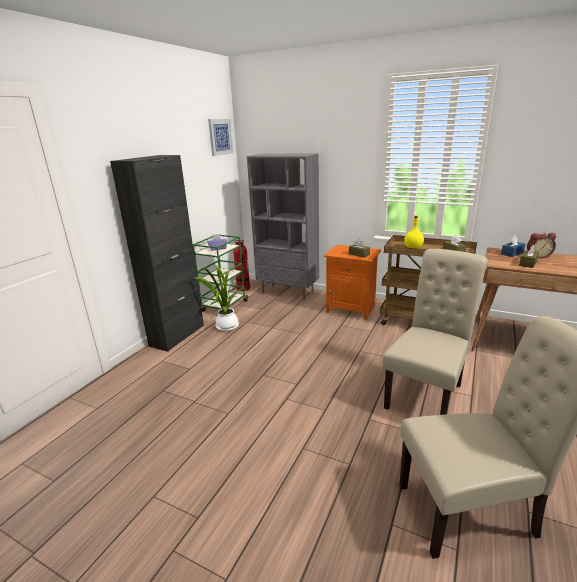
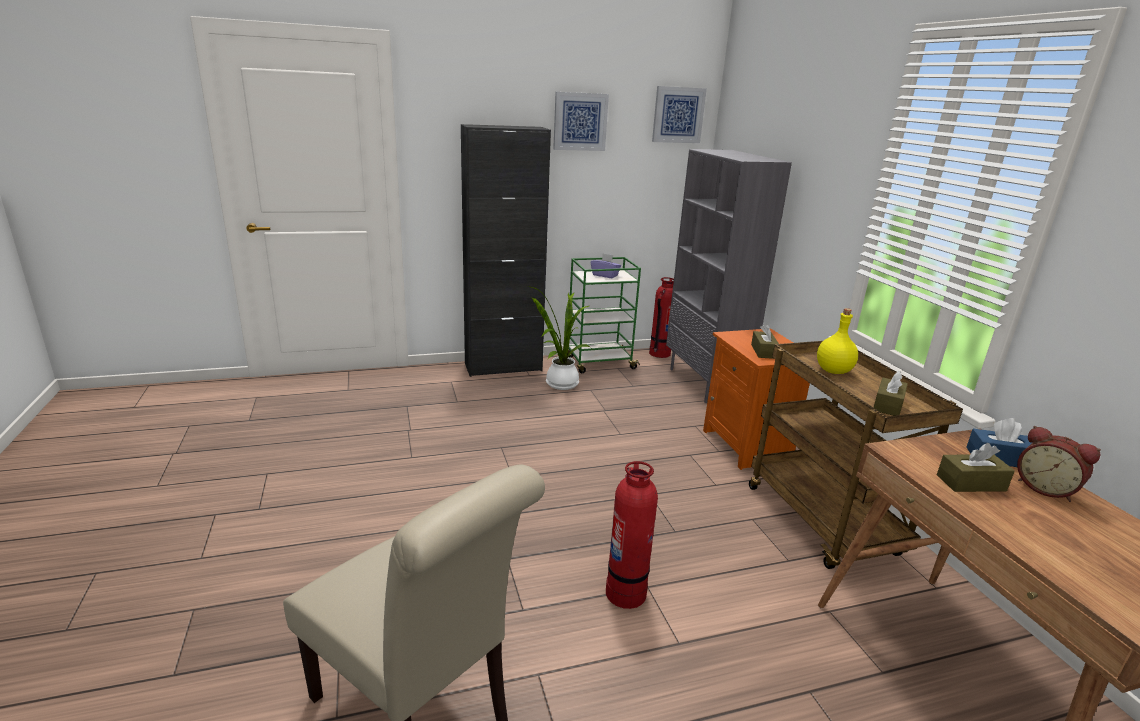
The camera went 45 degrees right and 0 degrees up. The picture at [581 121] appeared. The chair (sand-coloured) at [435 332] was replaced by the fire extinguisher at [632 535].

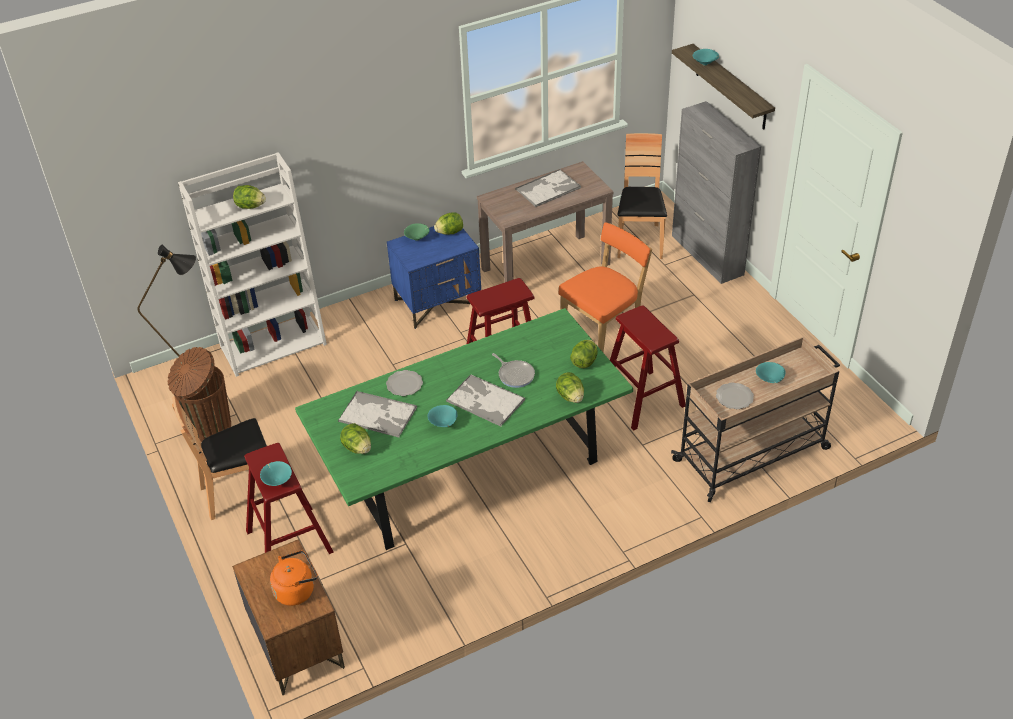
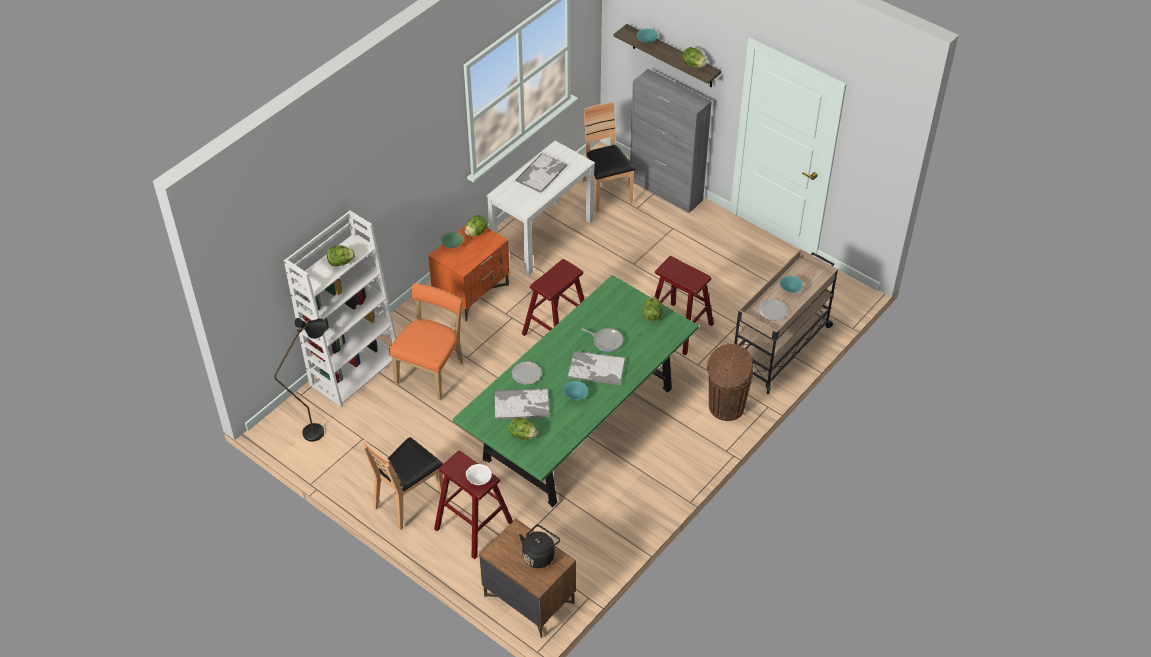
The camera went 25 degrees left and 5 degrees up. The chair (orangey) moved from [605 287] to [426 341]. The bedside table (bluish) at [434 277] became the bedside table (orangey) at [469 273]. The serving bowl (turquoise) at [276 473] became the serving bowl (white) at [479 474]. The narrow table (brownish) at [545 222] became the narrow table (white) at [541 208]. The kettle (orangey) at [294 578] became the kettle (black-coloured) at [539 546]. The lettuce moved from [570 387] to [695 57]. The trash can (brownish) moved from [199 394] to [730 382].

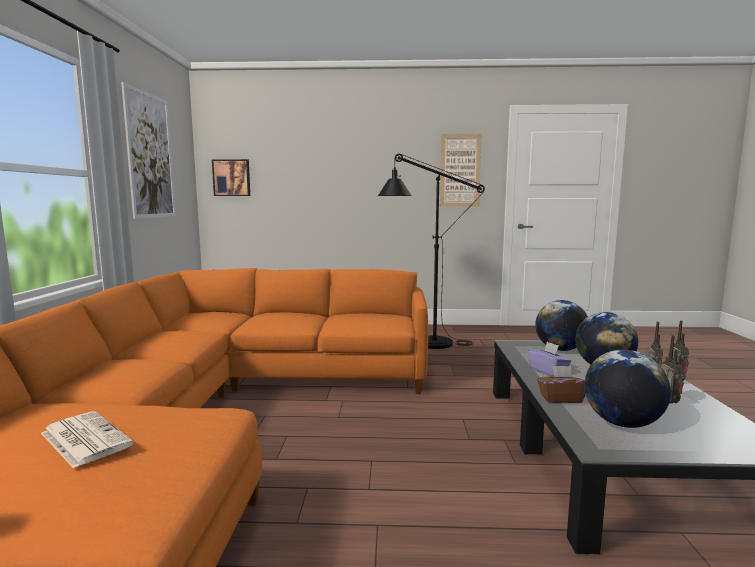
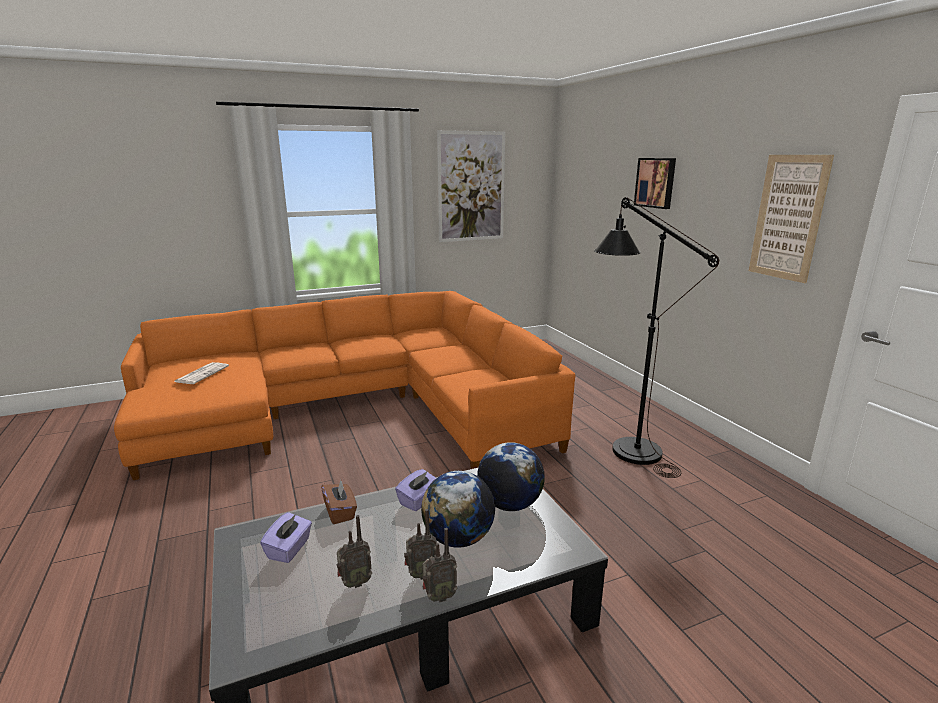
The camera went 65 degrees right and 10 degrees up. The globe at [627 389] was replaced by the tissue box (purplish) at [286 537]. The picture moved from [231 177] to [655 183].

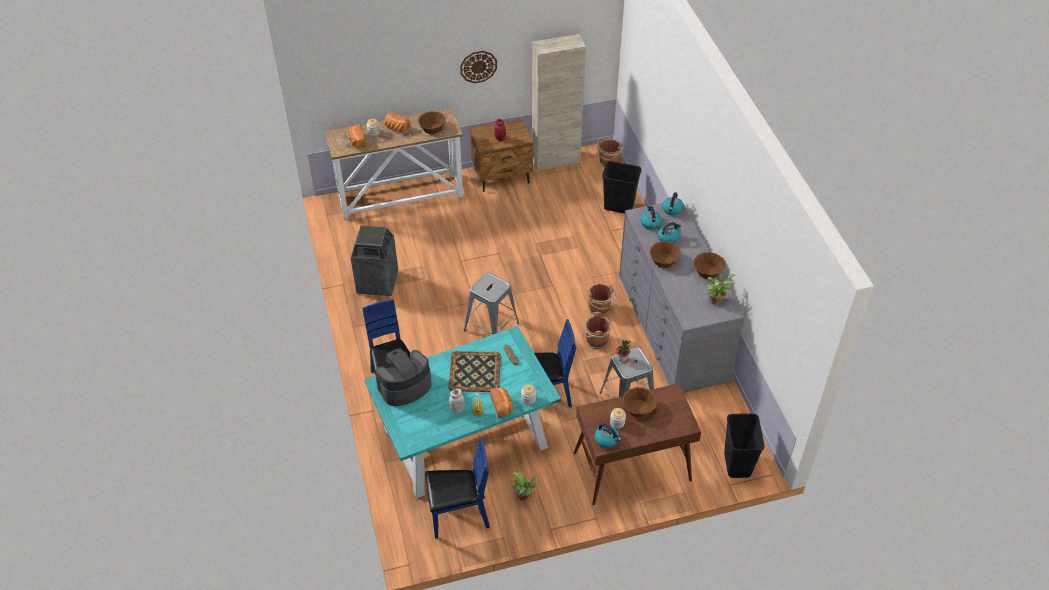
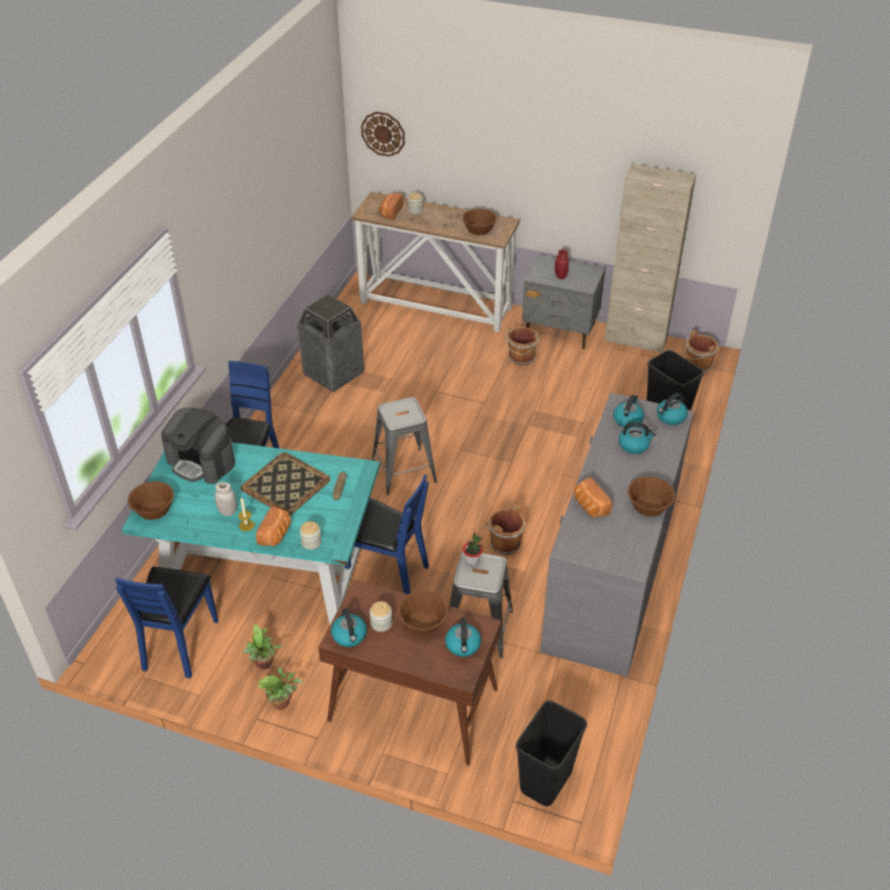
The camera went 35 degrees right and 5 degrees down. The chair (bluish) at [457 488] turned 75 degrees clockwise. The serving bowl (brownish) moved from [665 254] to [150 500]. The coffee brewer at [403 377] turned 150 degrees counterclockwise. The potted plant moved from [721 289] to [280 688]. The wall clock moved from [478 67] to [383 134]. The kettle at [463 637] appeared. The pail (brownish) moved from [601 299] to [522 346]. The bedside table (brownish) at [501 155] became the bedside table (gray) at [564 301]. The bread moved from [397 122] to [592 497].

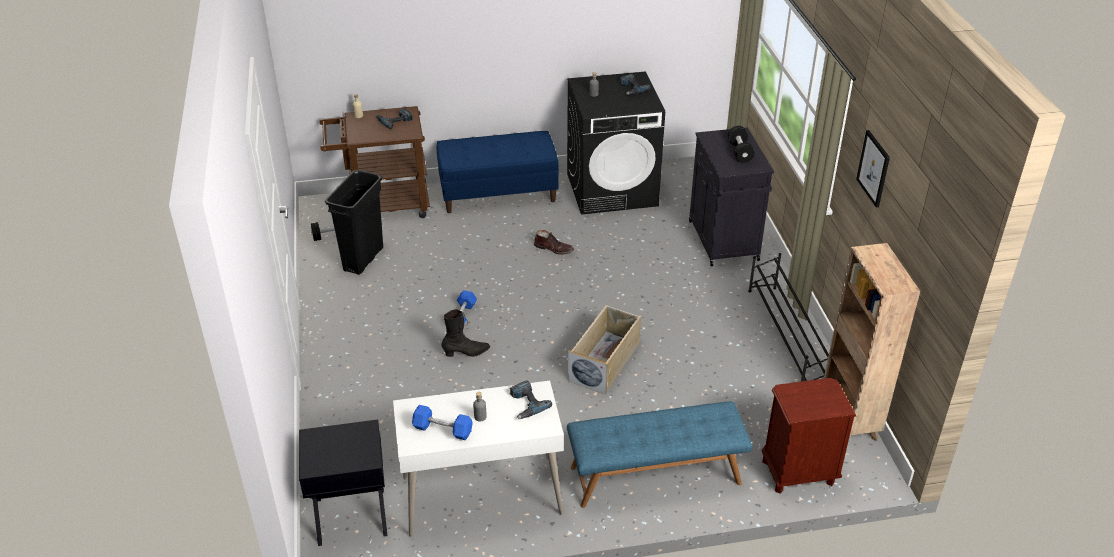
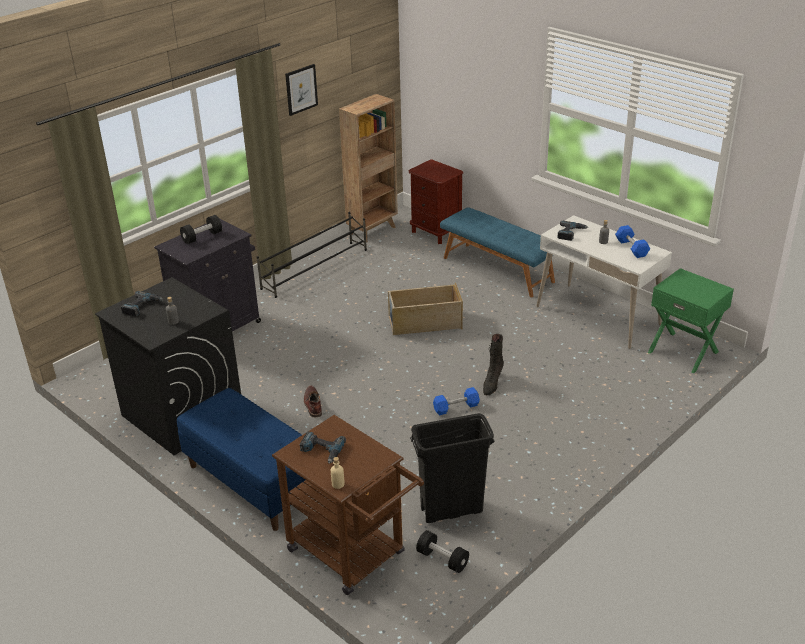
The camera went 125 degrees left and 5 degrees down. The high-top boot (black-coloured) at [465 333] turned 105 degrees counterclockwise. The bedside table (black-coloured) at [343 483] became the bedside table (greenish) at [691 320].

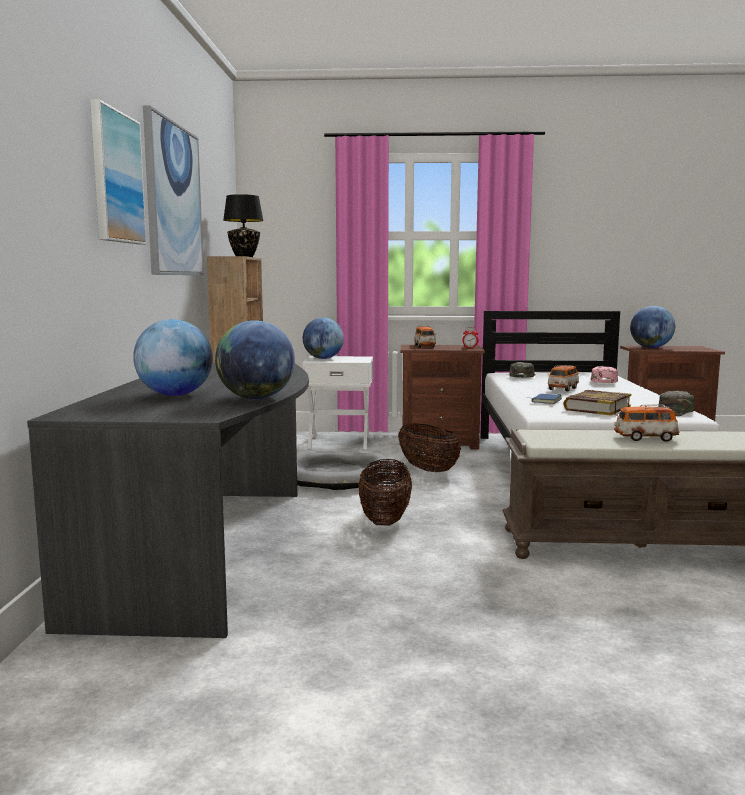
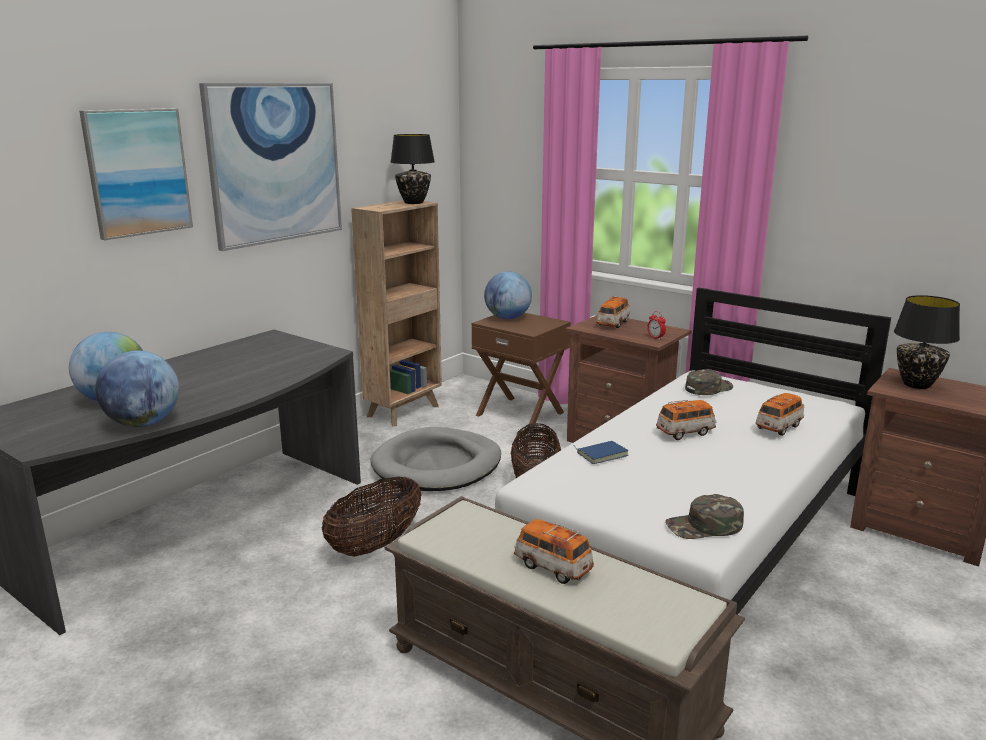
The camera went 35 degrees right and 10 degrees up. The bedside table (white) at [337 402] became the bedside table (brownish) at [521 370]. The peaked cap (pink) at [604 374] was replaced by the model car at [780 414]. The globe at [652 327] was replaced by the tabletop lamp (black-coloured) at [927 342]. The bound book at [597 403] disappeared.

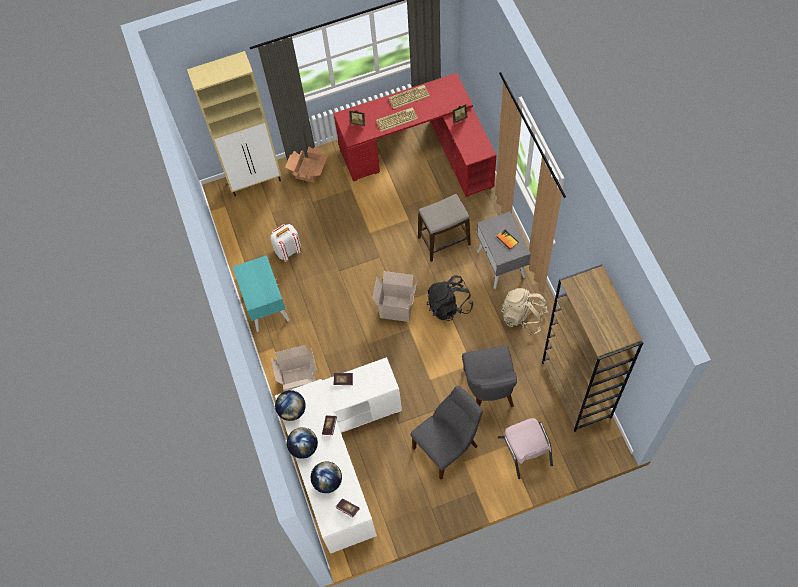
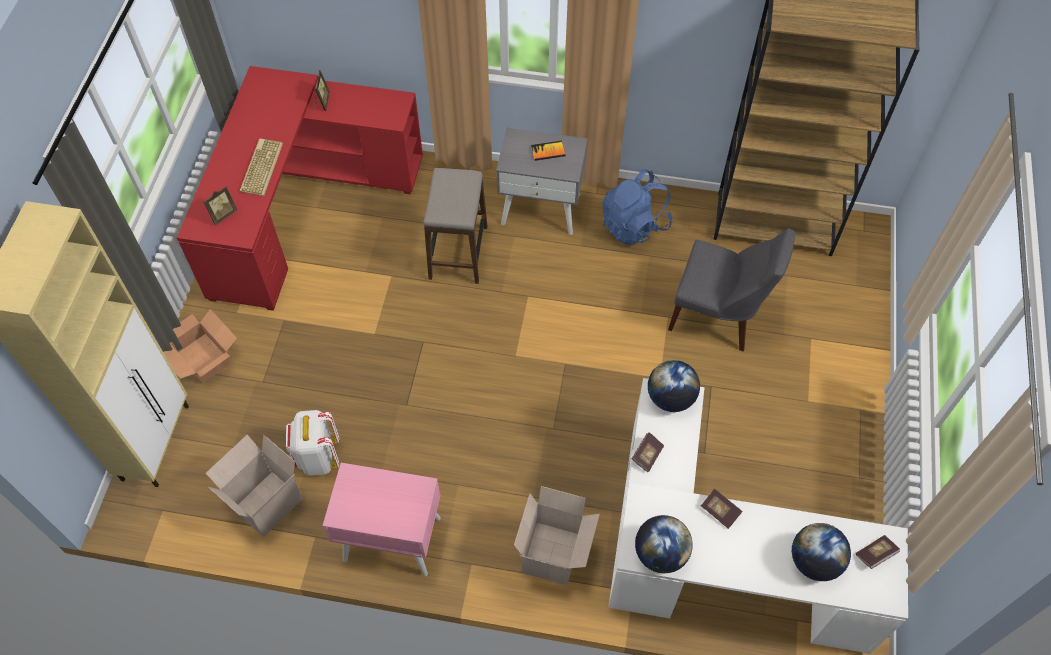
The camera went 65 degrees left and 5 degrees down. The carton moved from [394 296] to [254 486]. The bedside table (turquoise) at [261 293] became the bedside table (pink) at [381 519]. The backpack (sand-coloured) at [524 311] became the backpack (bluish) at [637 207]. The globe moved from [302 443] to [674 386]. The PC keyboard at [409 97] disappeared. The chair (gray) at [447 432] disappeared. The backpack (black-coloured) at [450 298] disappeared. The chair (pink) at [525 448] disappeared.

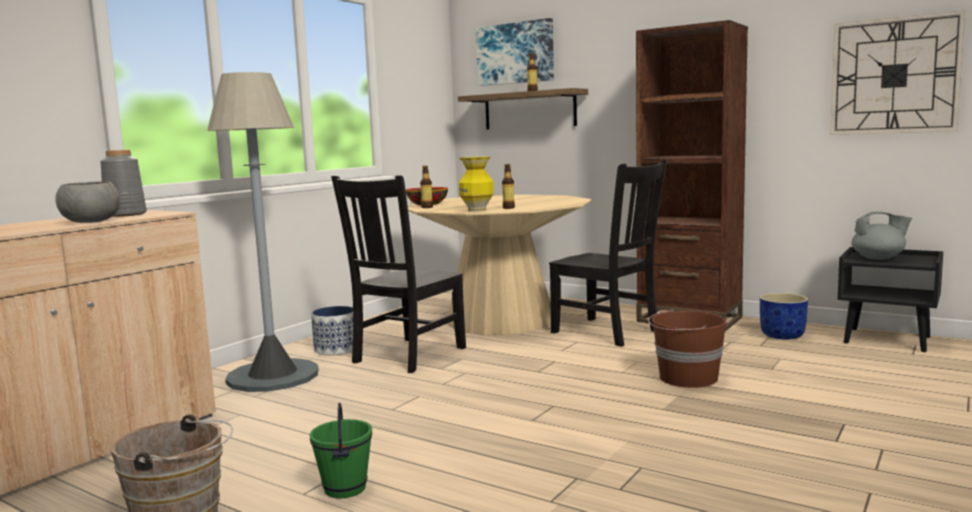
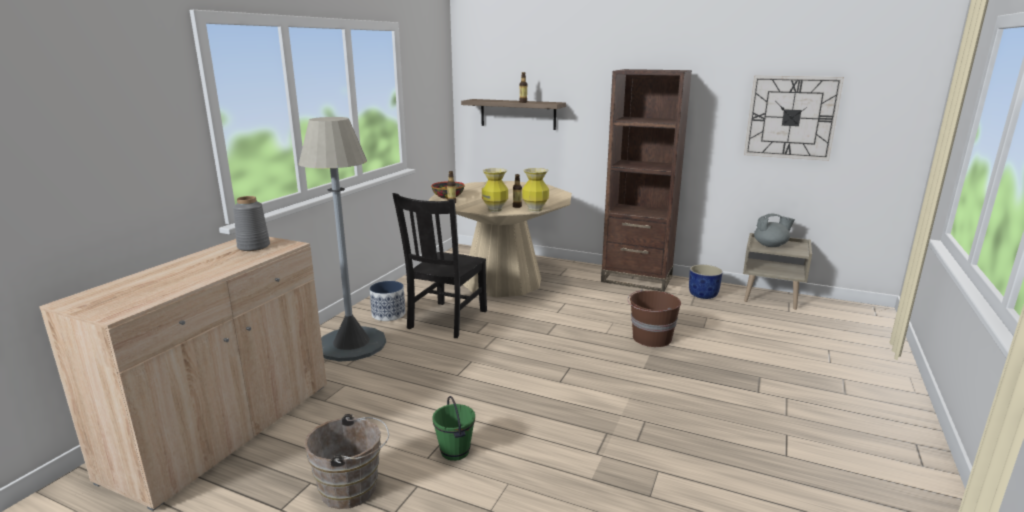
The camera went 10 degrees left and 10 degrees up. The flower vase at [535 190] appeared. The bedside table (black-coloured) at [890 299] became the bedside table (sand-coloured) at [777 271]. The serving bowl (gray) at [87 202] disappeared. The picture at [515 52] disappeared. The chair (black-coloured) at [608 253] disappeared.

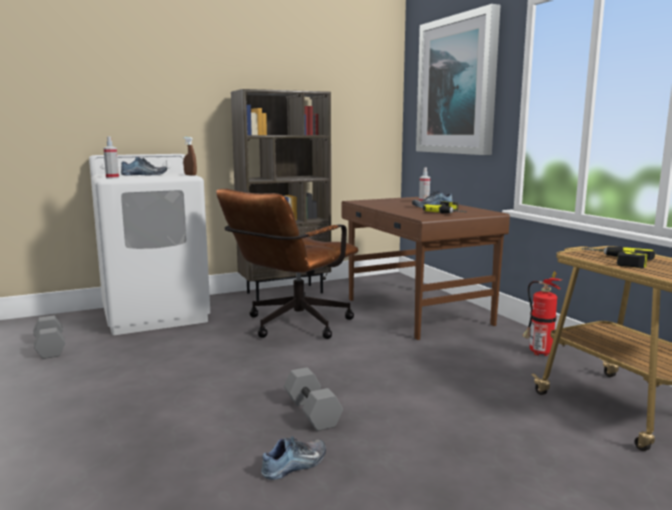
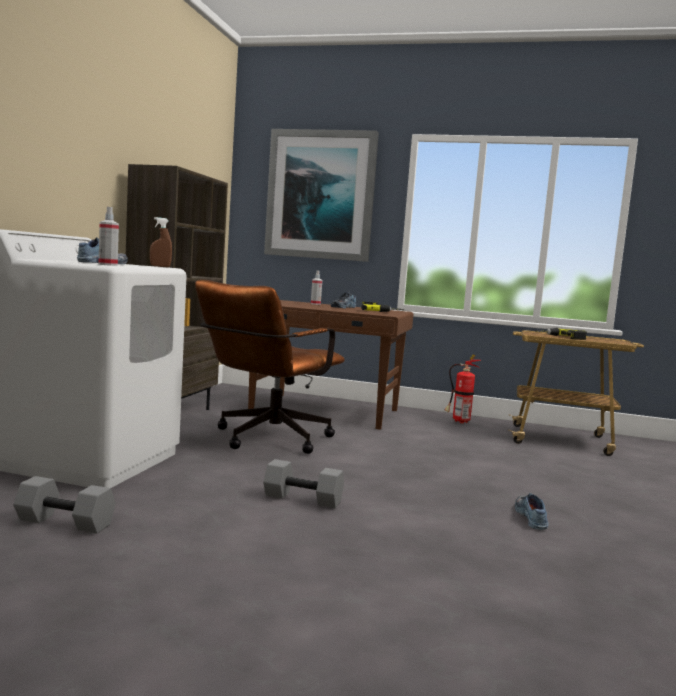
The camera went 50 degrees left and 5 degrees down. The office chair (brownish) at [287 263] turned 45 degrees clockwise. The hand weight (gray) moved from [313 399] to [303 483].

